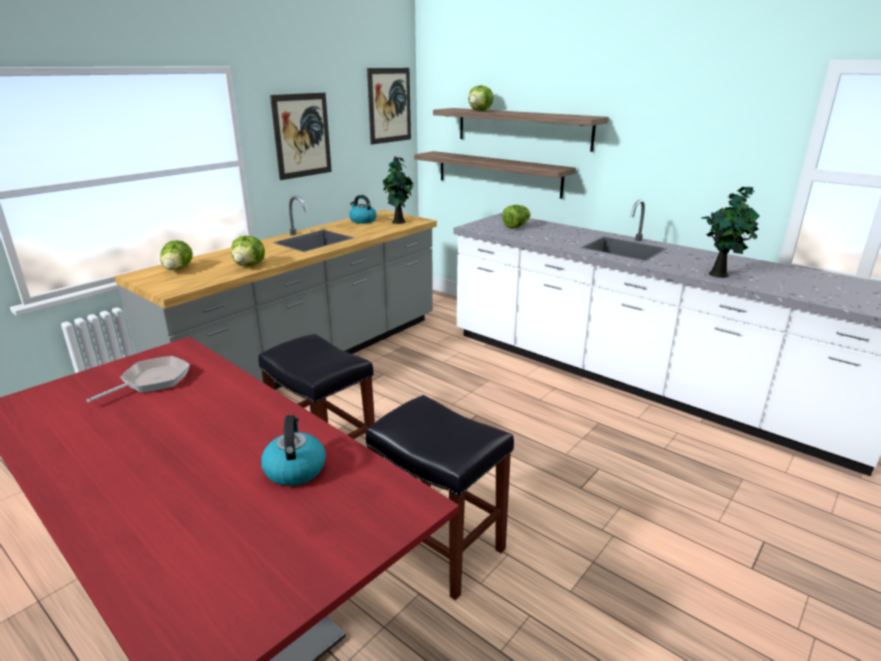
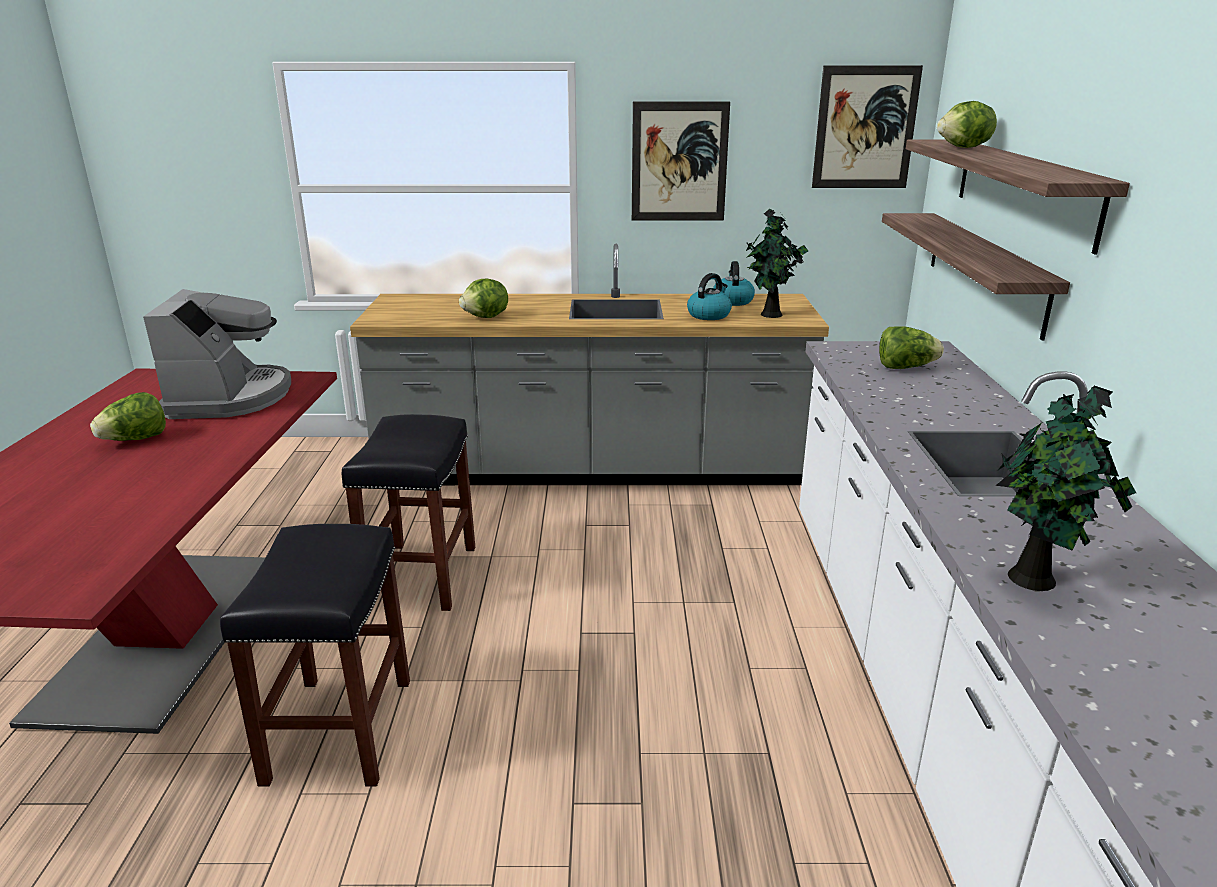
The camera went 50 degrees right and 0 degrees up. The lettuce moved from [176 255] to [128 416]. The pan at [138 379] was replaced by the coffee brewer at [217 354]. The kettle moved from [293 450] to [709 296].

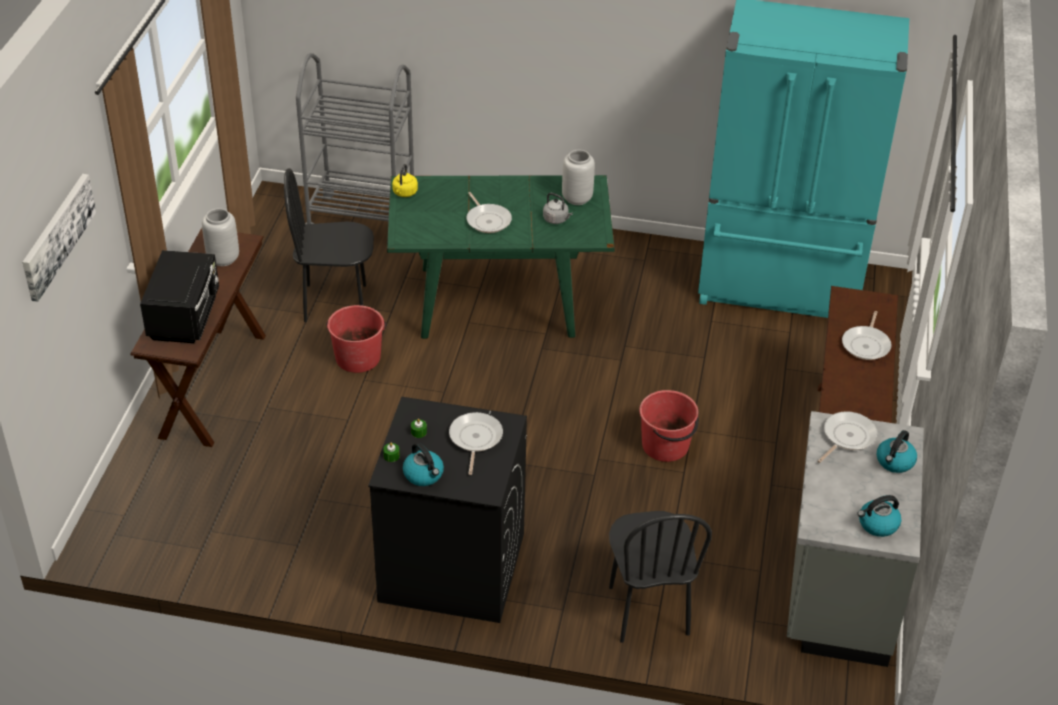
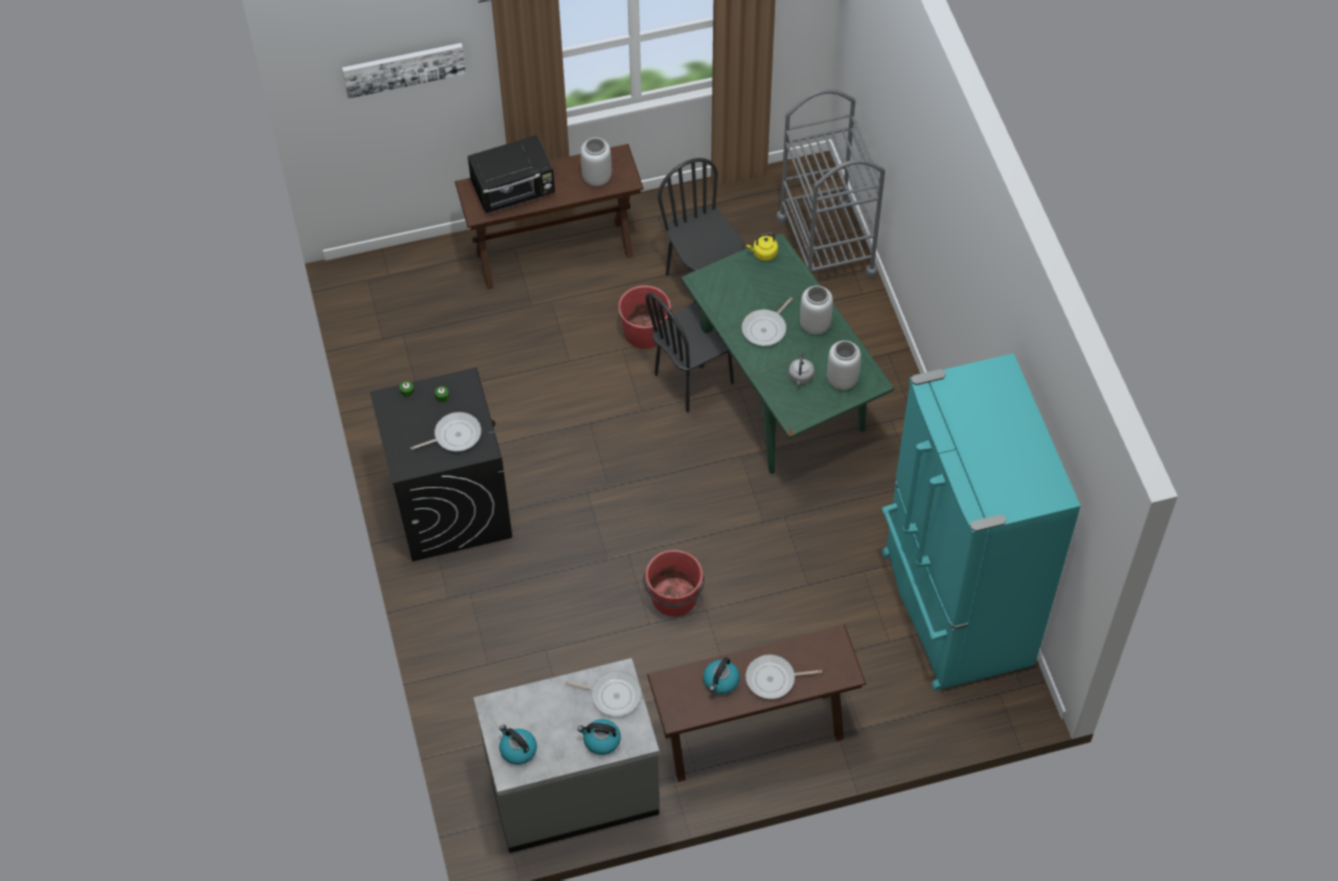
The camera went 65 degrees right and 15 degrees up. The chair (black-coloured) moved from [660 577] to [690 353]. The kettle moved from [423 464] to [721 675]. The flower vase (gray) at [816 310] appeared.

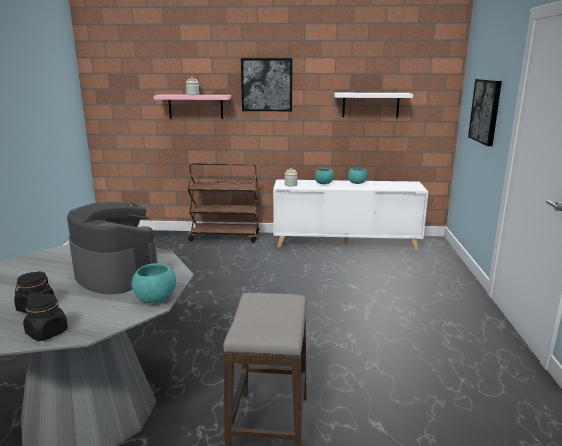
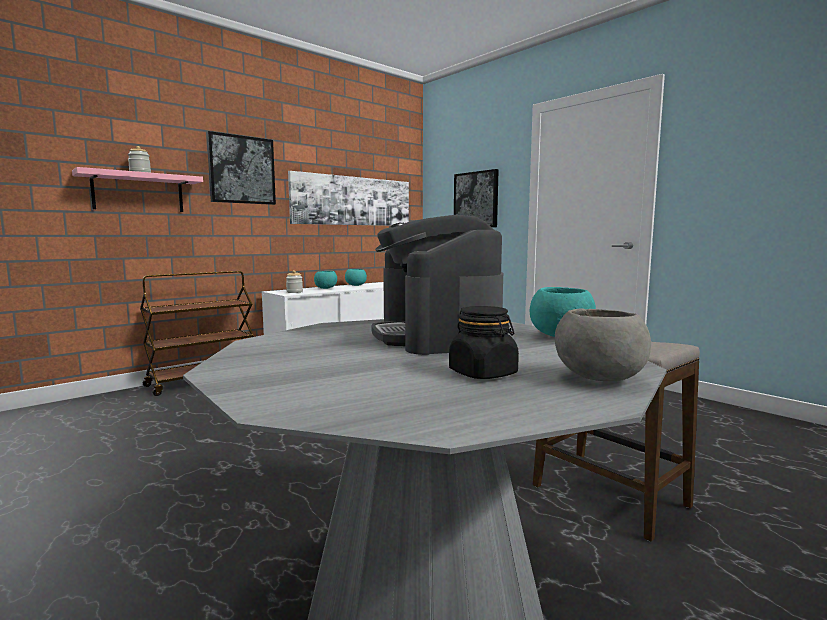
The camera went 45 degrees left and 10 degrees down. The shelf (white) at [373 105] was replaced by the picture at [348 198]. The coffee brewer at [112 248] turned 105 degrees counterclockwise. The preserve jar (black-coloured) at [45 317] was replaced by the serving bowl (gray) at [603 345].

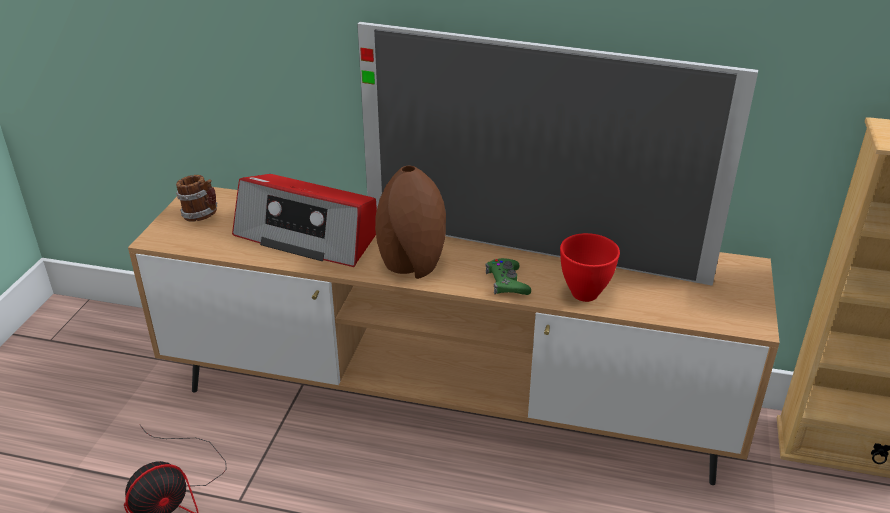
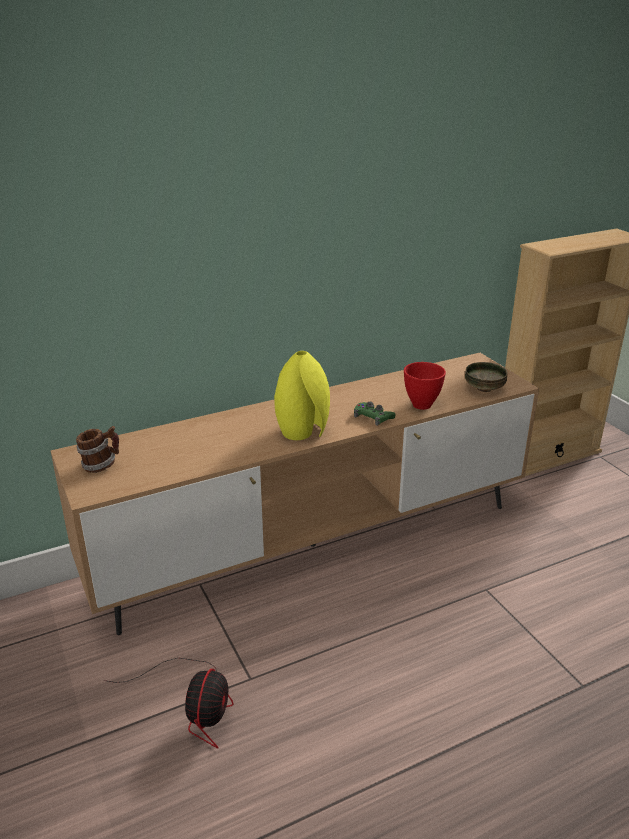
The camera went 40 degrees left and 5 degrees down. The flower vase (brownish) at [410 222] became the flower vase (yellow) at [302 395]. The serving bowl at [486 377] appeared. The radio at [304 220] disappeared. The TV at [557 154] disappeared.

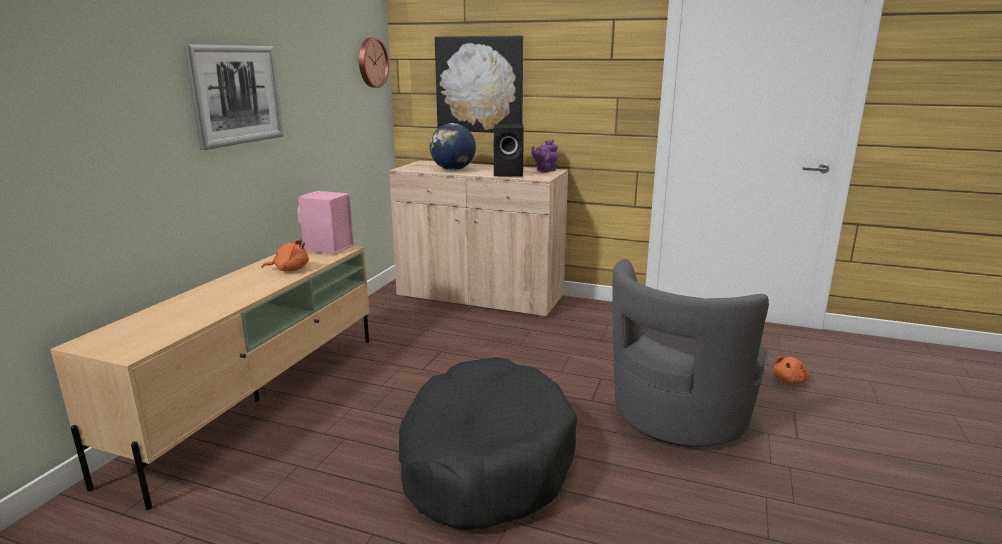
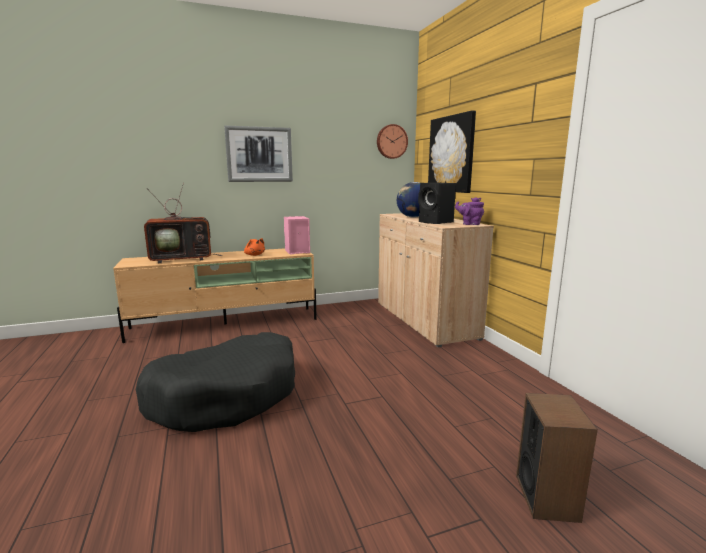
The camera went 50 degrees right and 5 degrees down. The TV at [183 223] appeared. The soft toy (orangey) at [791 370] was replaced by the loudspeaker at [557 458]. The easy chair (gray) at [690 353] disappeared.

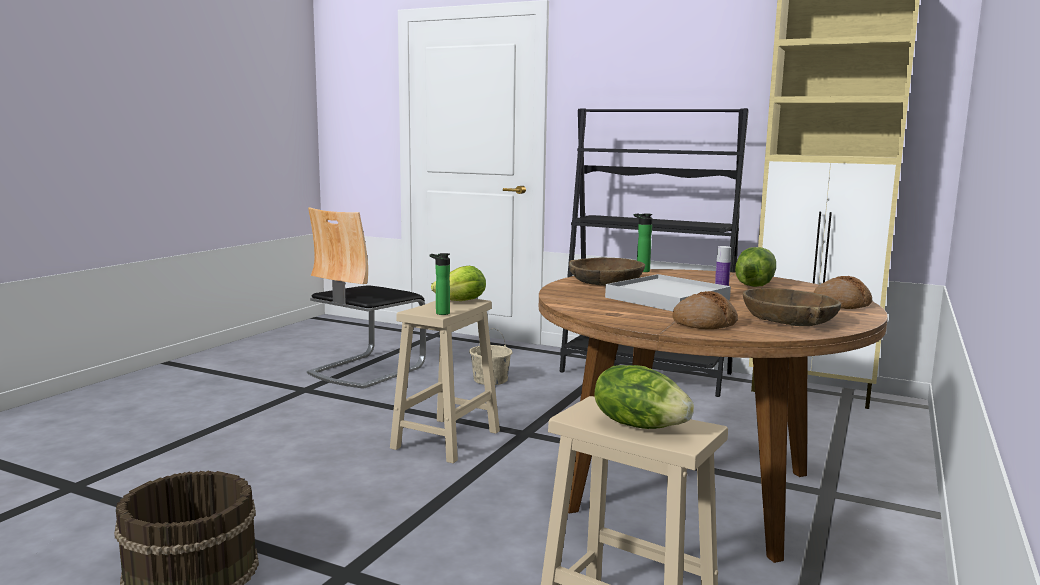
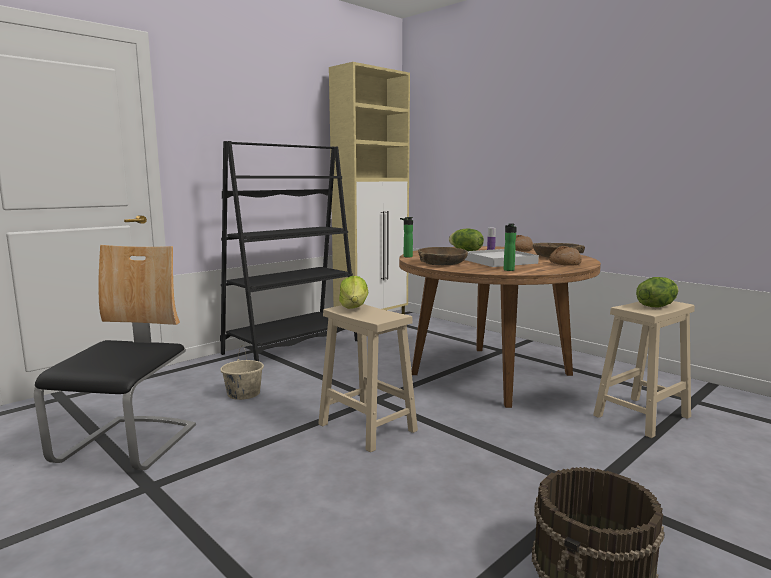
The camera went 70 degrees left and 0 degrees up. The chair at [366 298] turned 135 degrees counterclockwise. The bottle moved from [439 284] to [510 247].

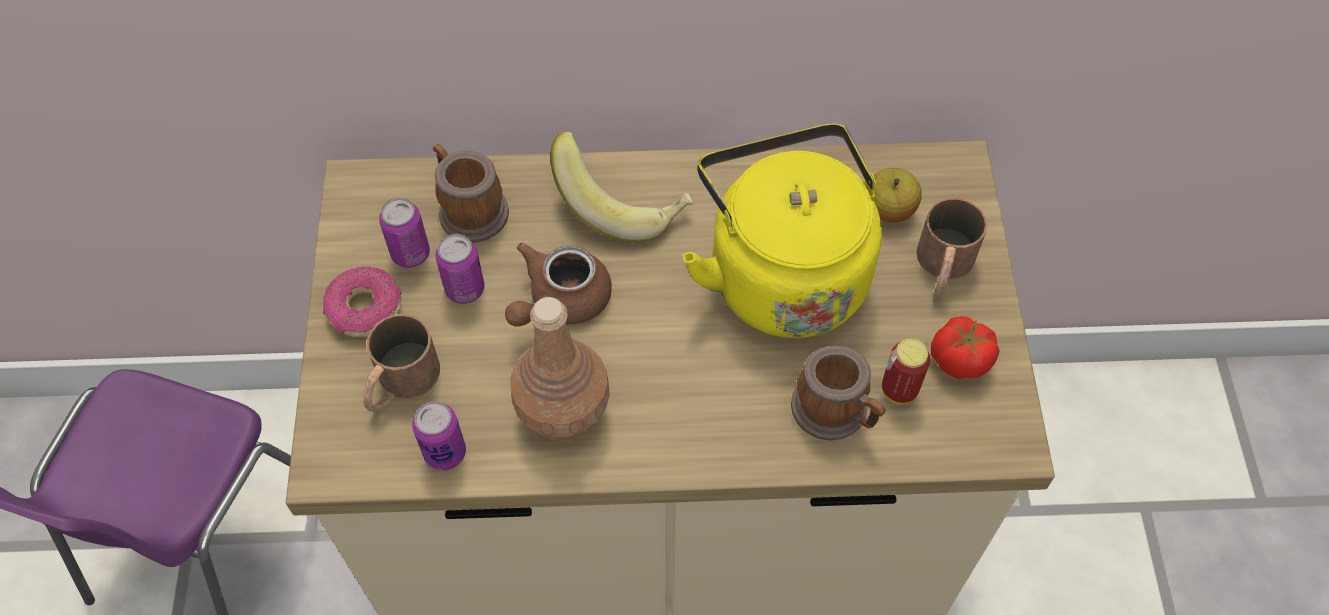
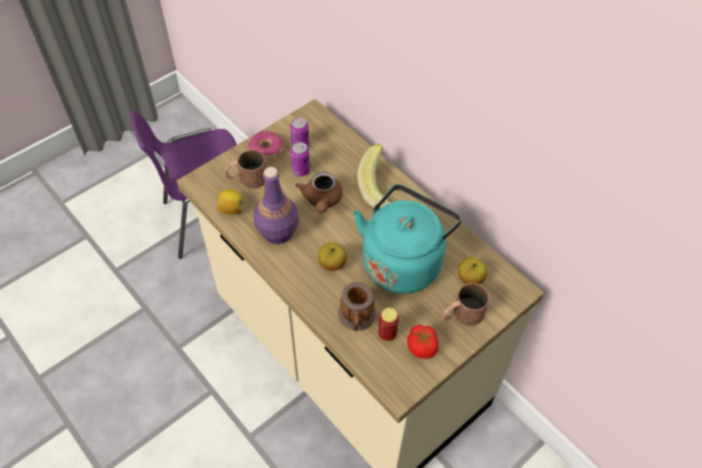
The camera went 50 degrees right and 5 degrees down. The metal can at [439 436] was replaced by the lemon at [230 202]. The bottle (brownish) at [560 369] became the bottle (purplish) at [276 205]. The pot for tea (brownish) at [558 285] turned 90 degrees counterclockwise. The apple at [332 256] appeared. The kettle (yellow) at [782 231] became the kettle (turquoise) at [408 239]. The coffee mug at [471 193] disappeared.

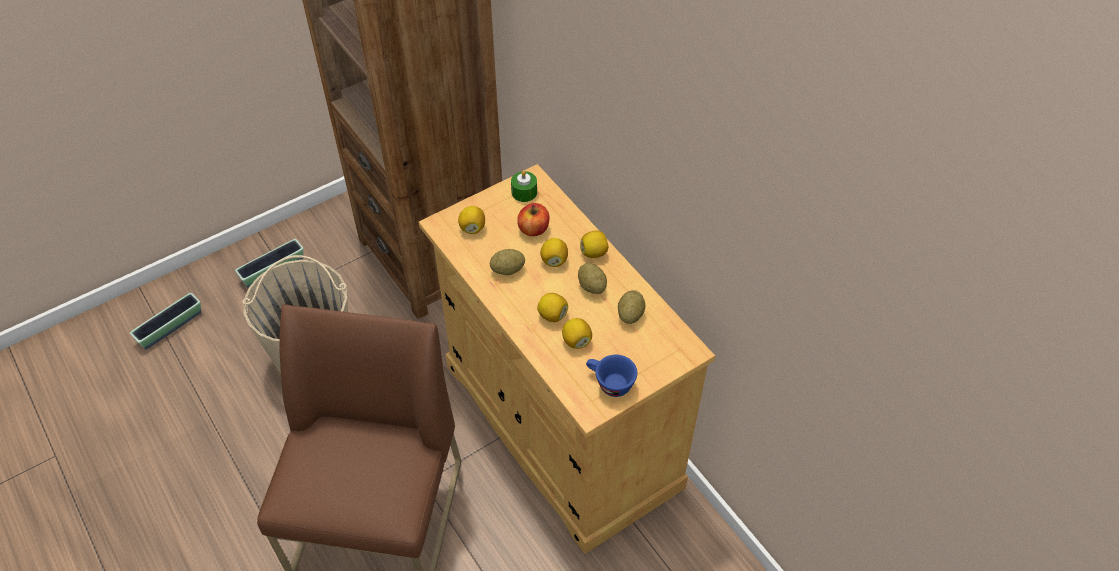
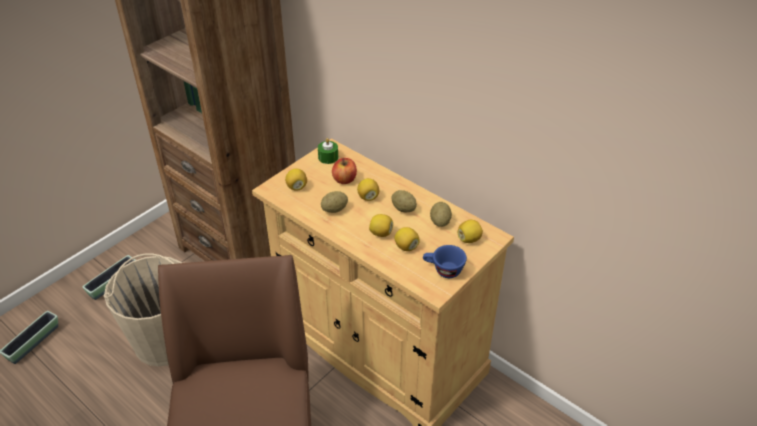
The camera went 15 degrees left and 10 degrees down. The lemon moved from [594 244] to [470 231].

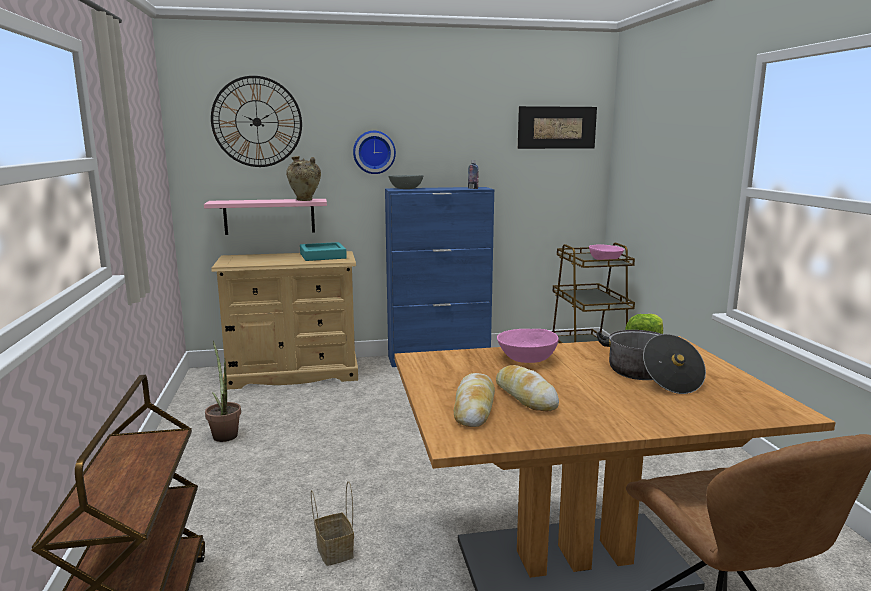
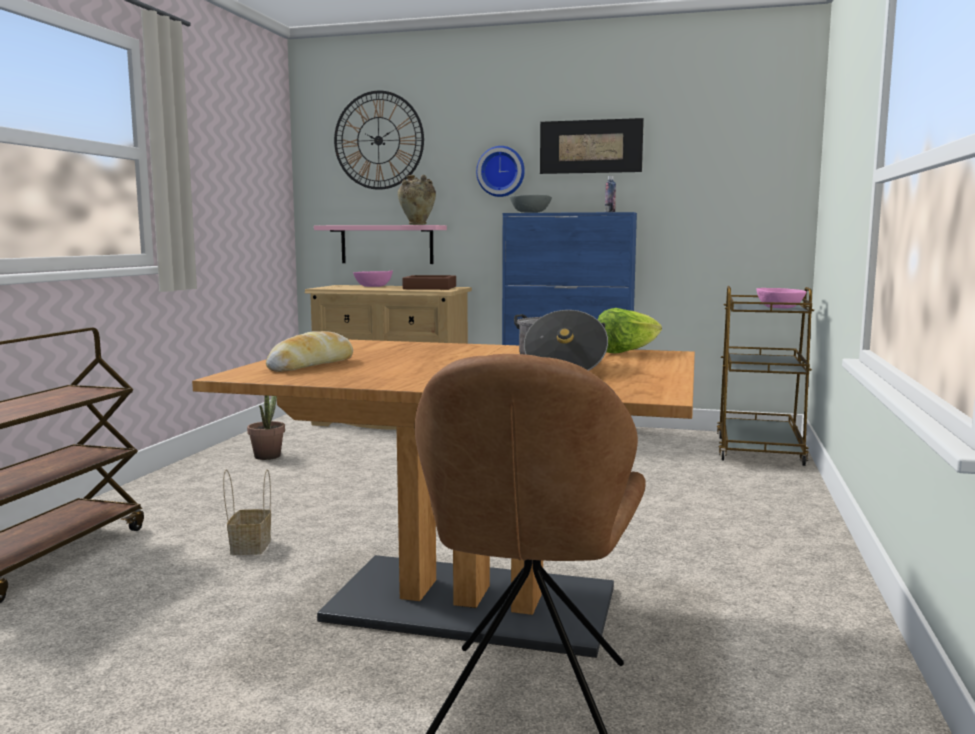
The camera went 25 degrees right and 5 degrees down. The serving bowl (pink) moved from [528 346] to [373 278]. The tray (turquoise) at [323 251] became the tray (brownish) at [429 282]. The picture moved from [557 127] to [592 146]. The bread at [527 388] disappeared.

